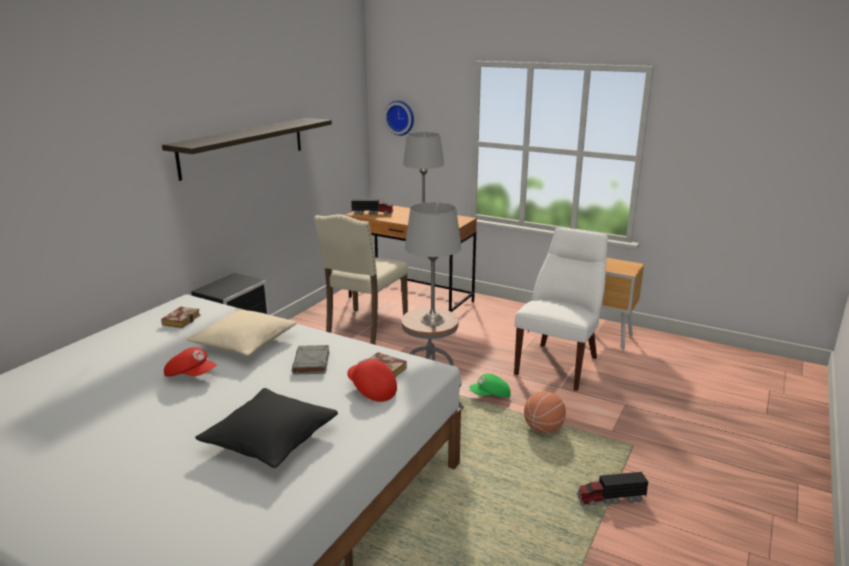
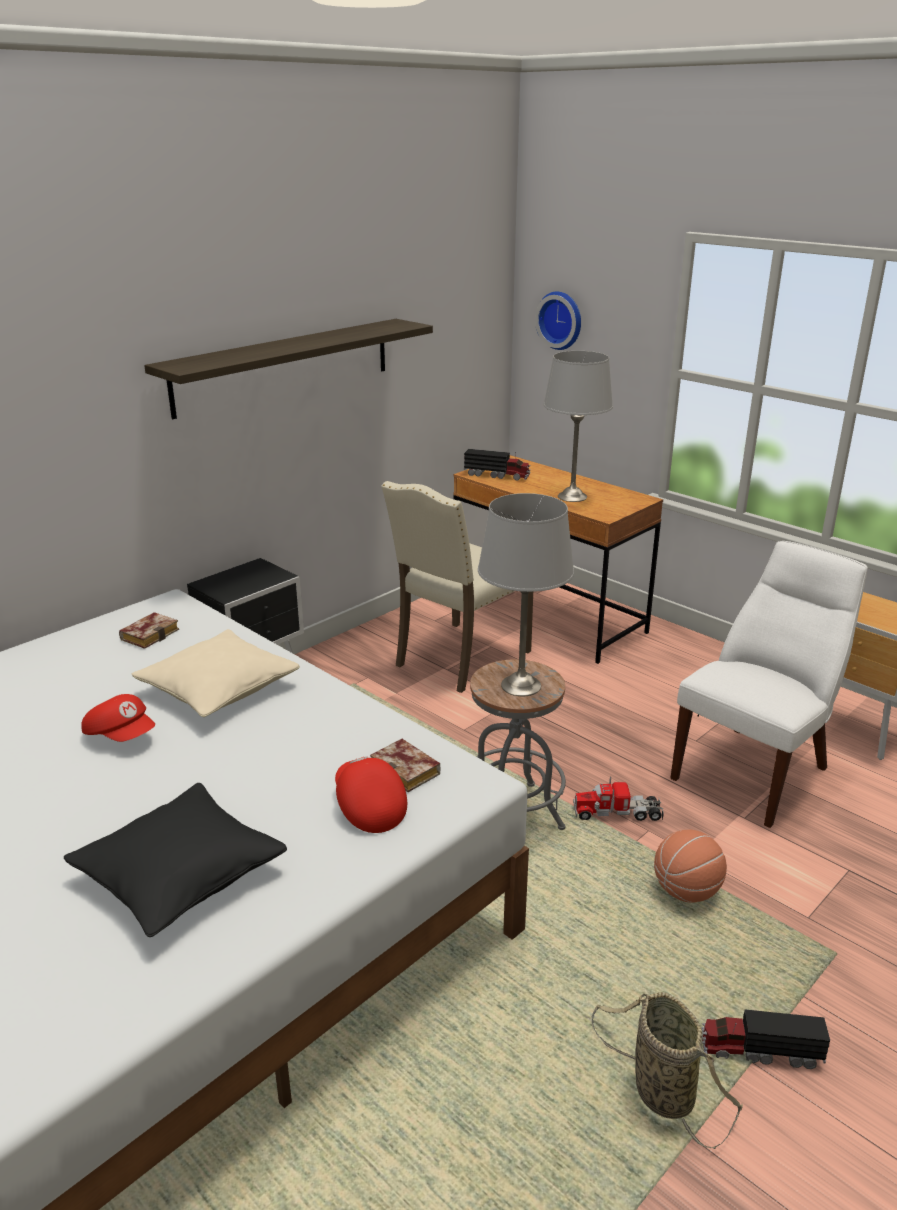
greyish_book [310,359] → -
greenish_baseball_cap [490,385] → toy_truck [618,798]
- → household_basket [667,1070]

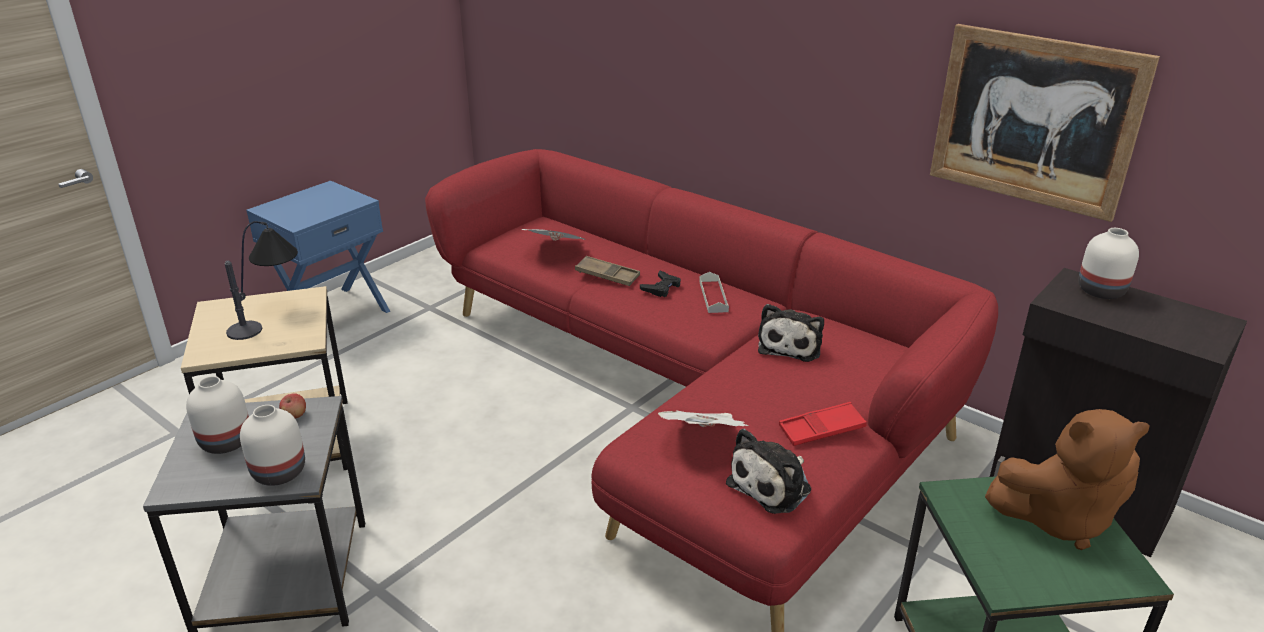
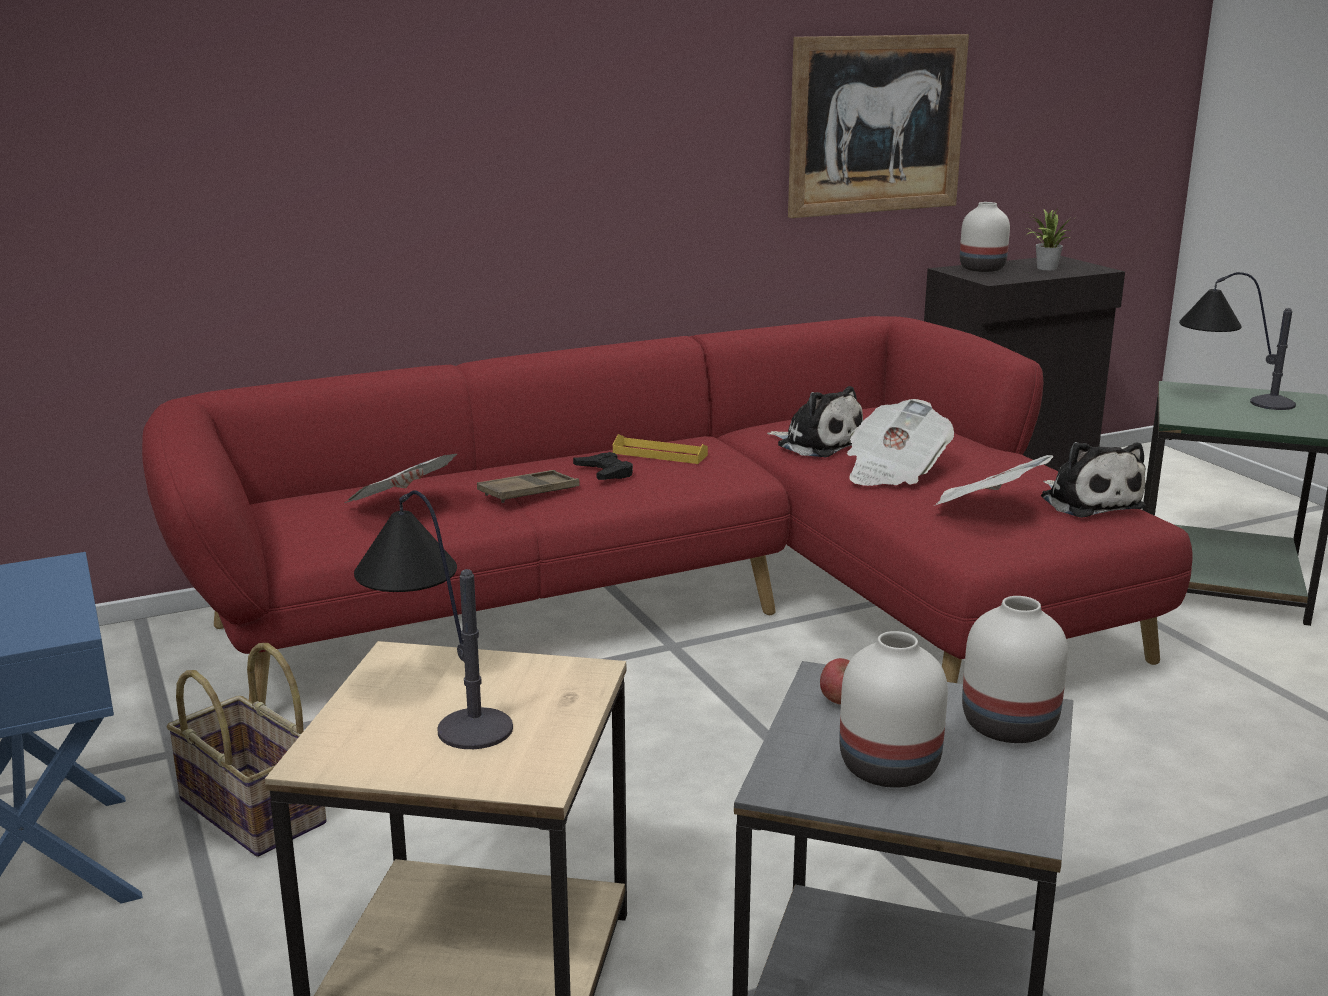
greyish_tray [714,292] → yellow_tray [660,449]
reddish_tray [823,424] → -
brown_cuddly_toy [1067,479] → tabletop_lamp [1237,341]
- → plant_in_a_pot [1048,239]
- → printed_paper [900,442]
- → household_basket [246,750]

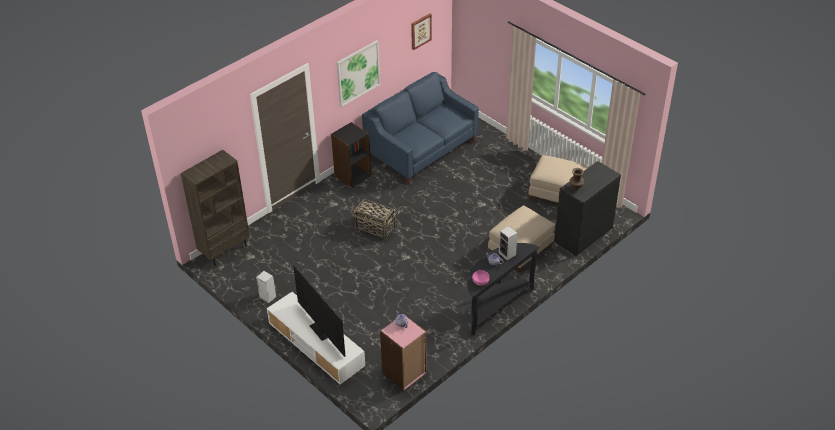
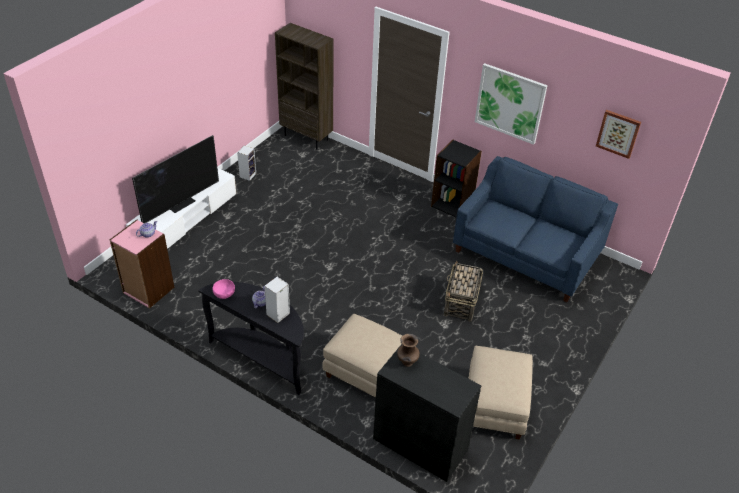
household_basket [374,219] → household_basket [463,291], move

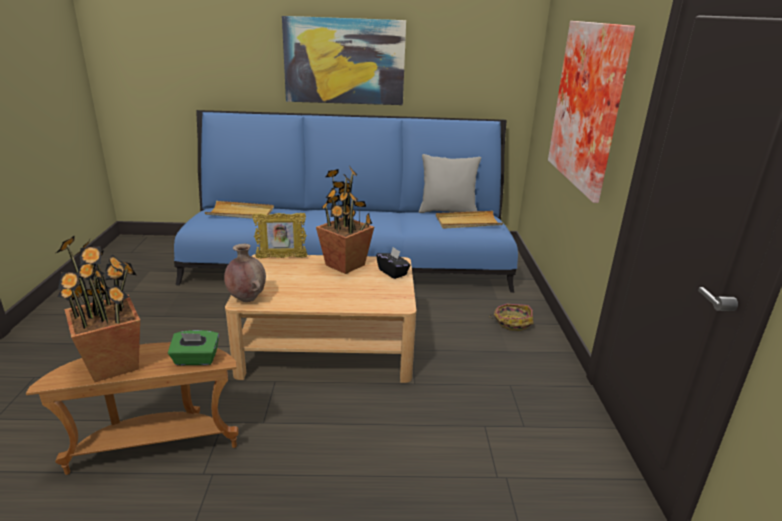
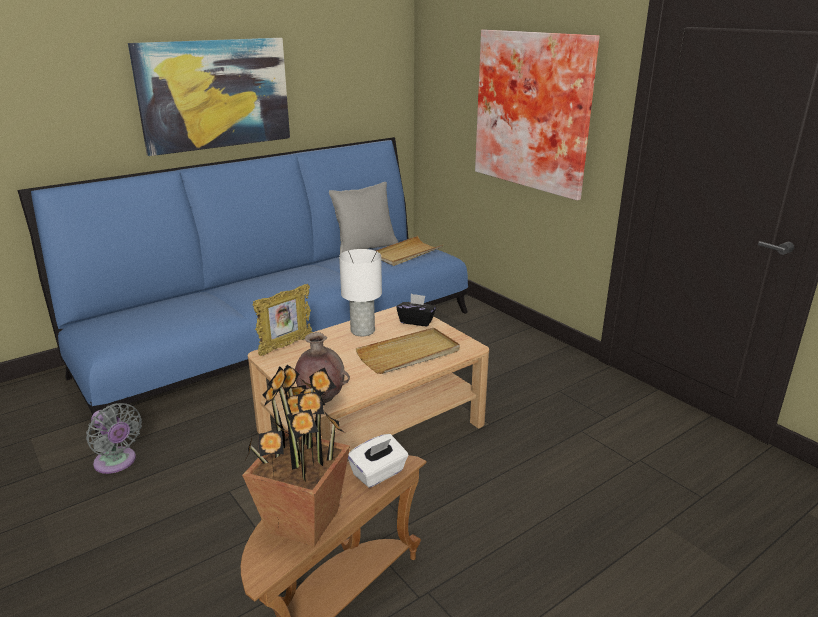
plant_in_a_pot [345,220] → white_tabletop_lamp [360,292]
beige-coloured_tray [239,210] → beige-coloured_tray [408,351], move
household_basket [511,317] → -
greenish_tissue_holder [193,347] → white_tissue_holder [378,461]
- → greyish_cooling_fan [114,438]

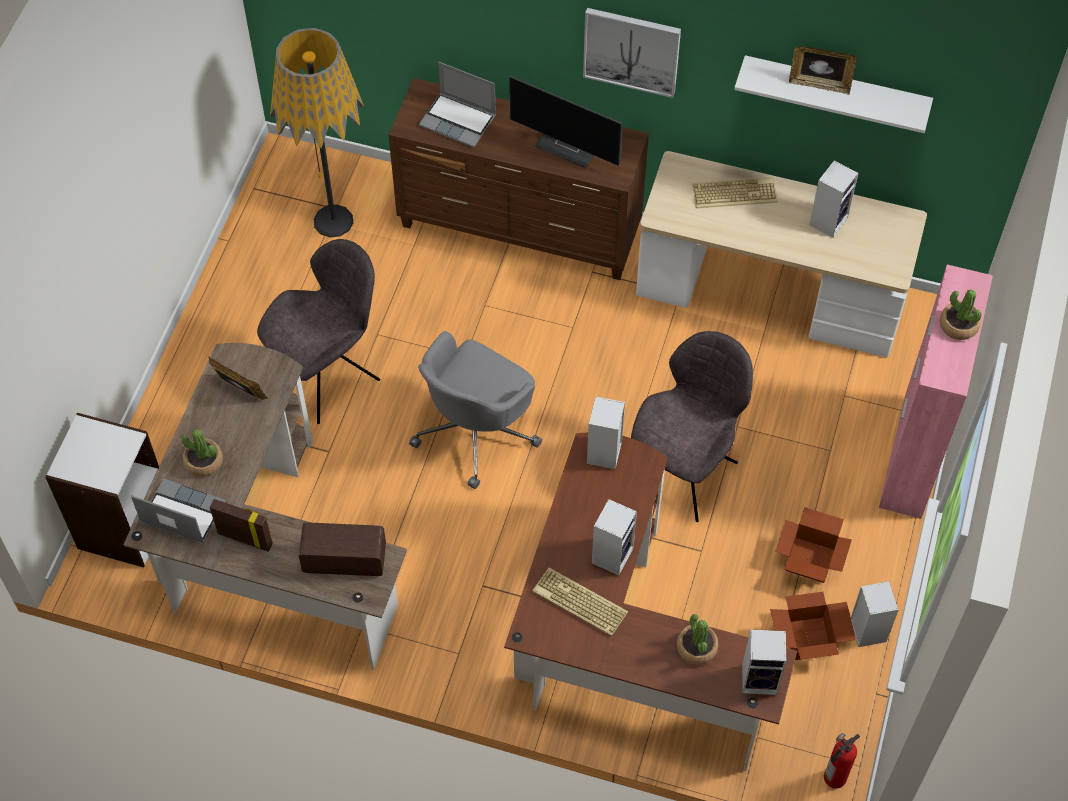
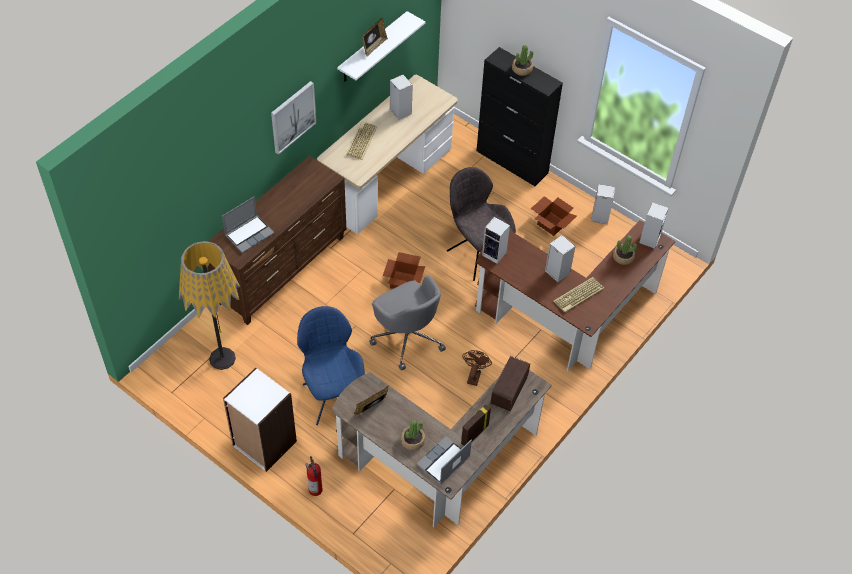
computer_screen [565,122] → -
greyish_plain_chair [318,331] → bluish_plain_chair [331,365]
pink_storage_cabinet [936,392] → black-coloured_storage_cabinet [520,116]
white_bookshelf [102,490] → white_bookshelf [260,420], move
carton [813,626] → carton [404,270], move
fire-fighting_cylinder [842,760] → fire-fighting_cylinder [314,476], move
- → brown_cooling_fan [477,368]

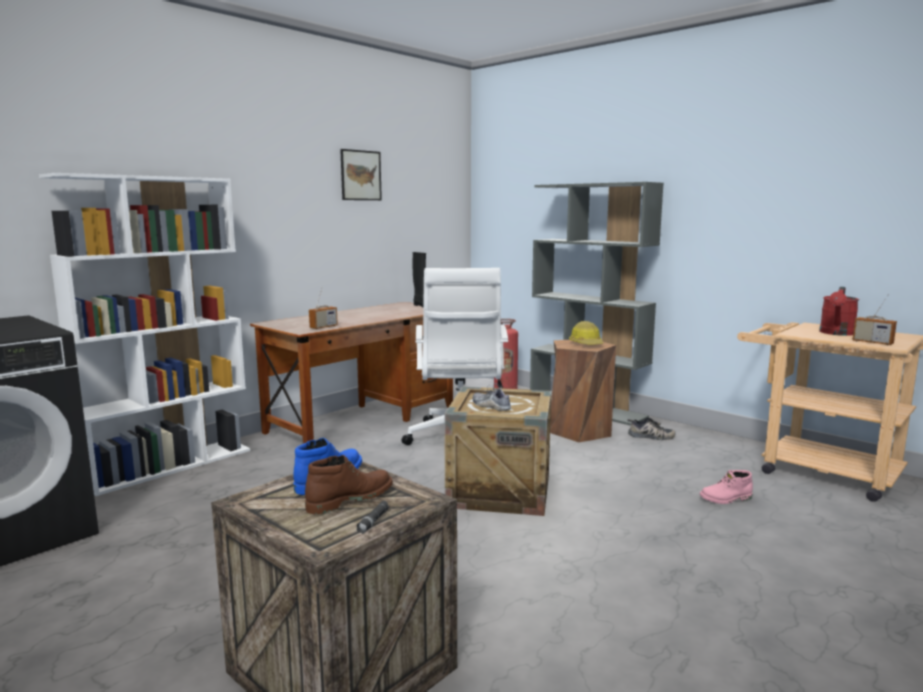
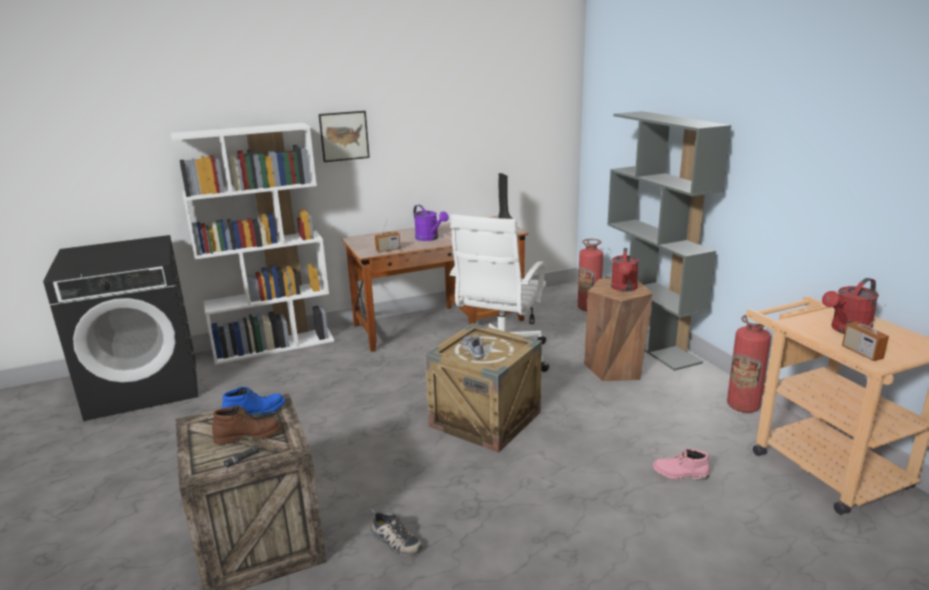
wall_art [361,174] → wall_art [344,136], move
work_helmet [586,332] → reddish_watering_pot [625,270]
shoe [651,429] → shoe [396,532], move
- → purple_watering_pot [431,223]
- → fire-fighting_cylinder [749,364]

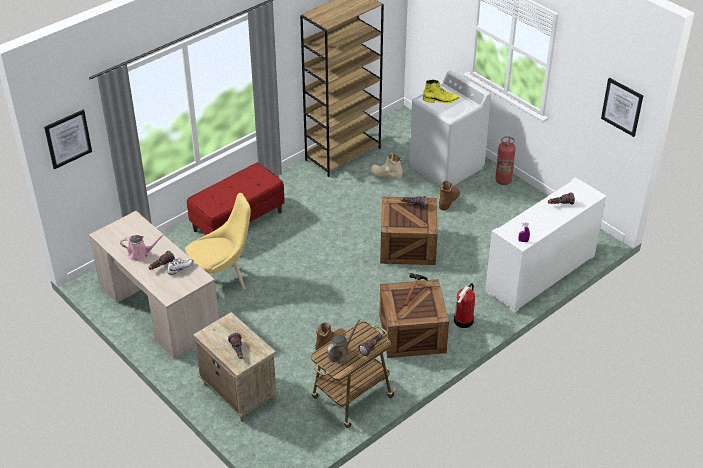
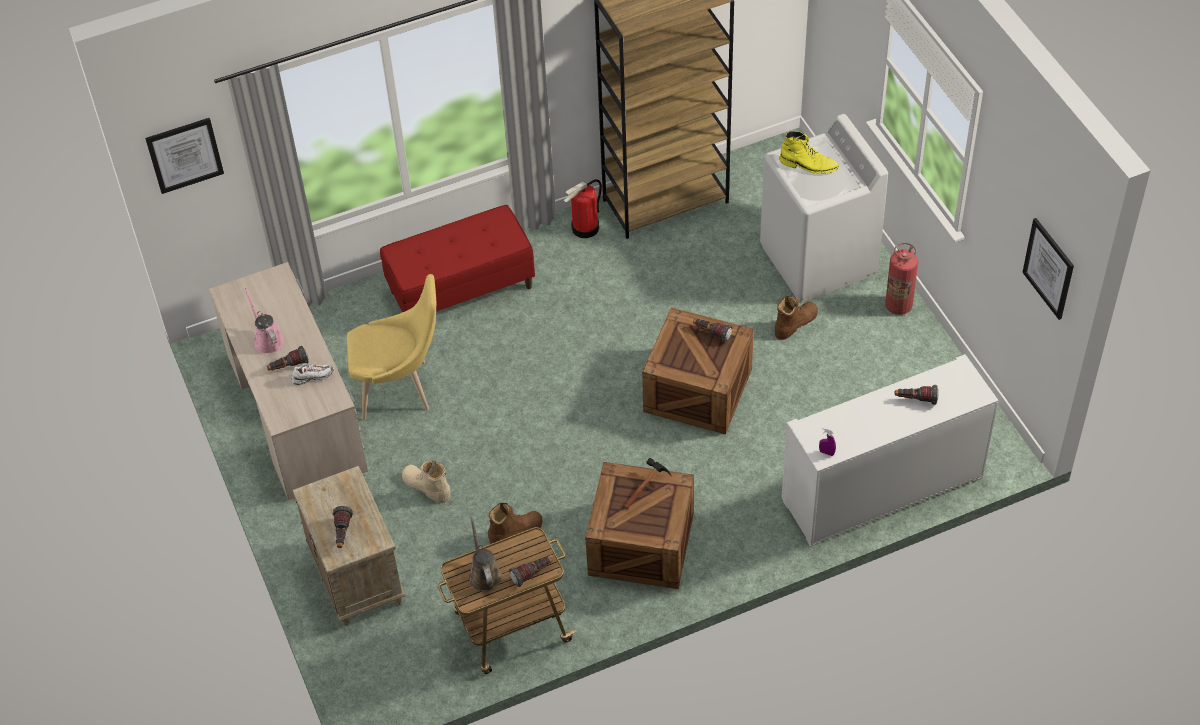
beige-coloured_high-top_boot [386,166] → beige-coloured_high-top_boot [426,481], move
pink_watering_pot [142,248] → pink_watering_pot [264,321], 135 degrees counterclockwise
fire-fighting_cylinder [464,305] → fire-fighting_cylinder [583,208], move
brown_watering_pot [343,341] → brown_watering_pot [485,553], 75 degrees counterclockwise

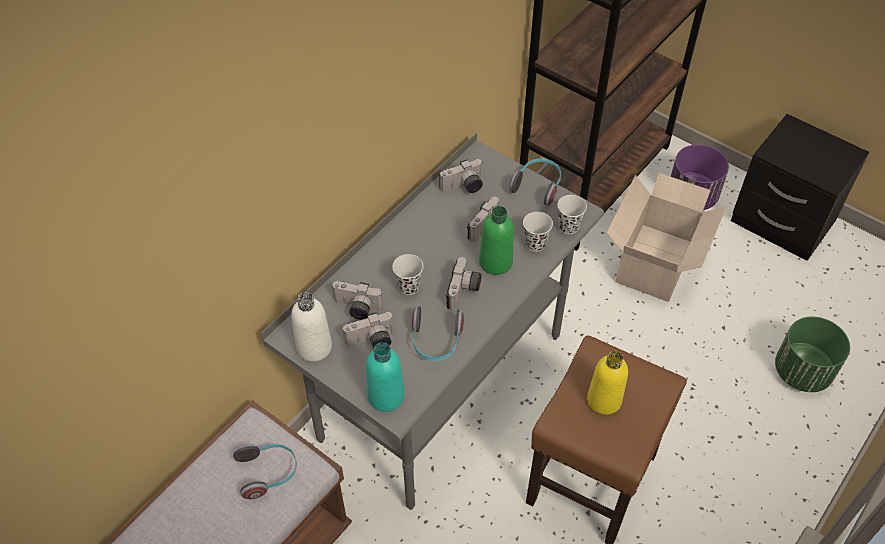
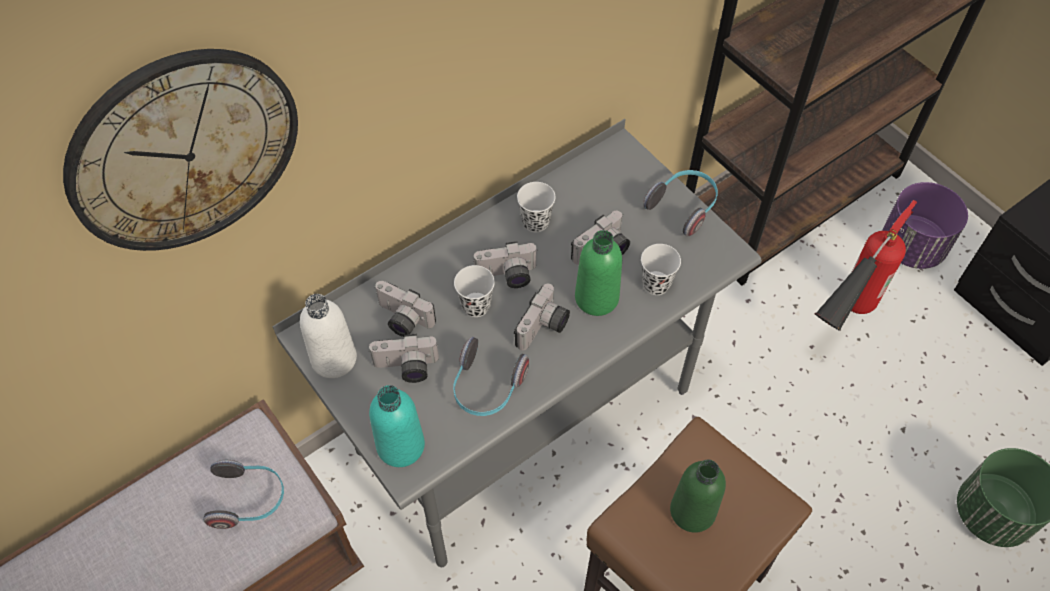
photo_camera [461,176] → photo_camera [505,264], move
carton [666,237] → fire-fighting_cylinder [865,265]
white_cup [572,214] → white_cup [536,207], move
yellow_bottle [607,383] → greenish_bottle [698,496]
- → hanging_clock [180,150]

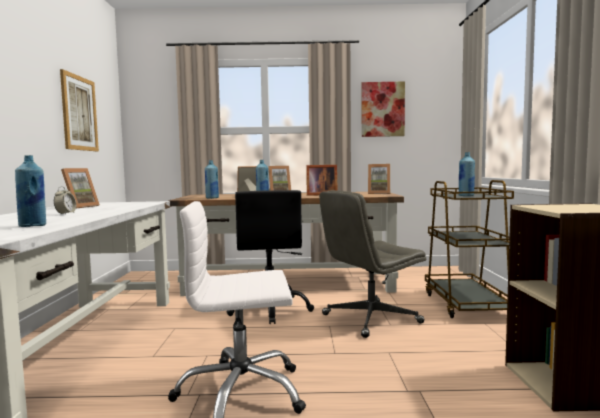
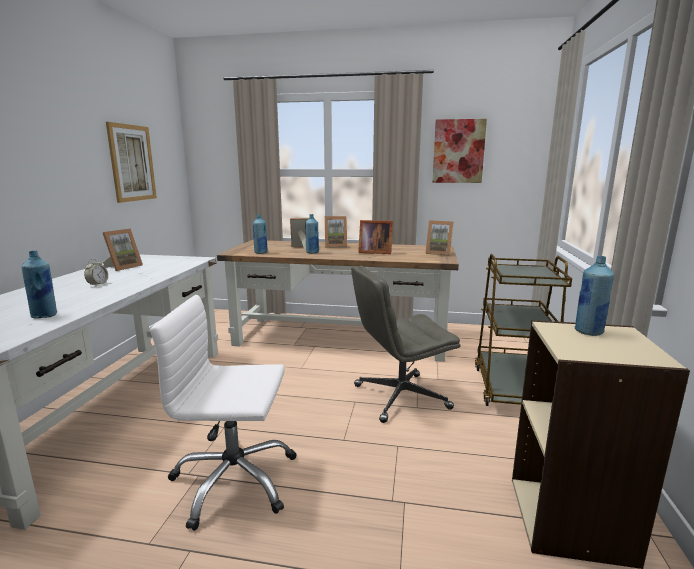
bluish_bottle [466,174] → bluish_bottle [594,296], move
black-coloured_desk_chair [270,257] → -

